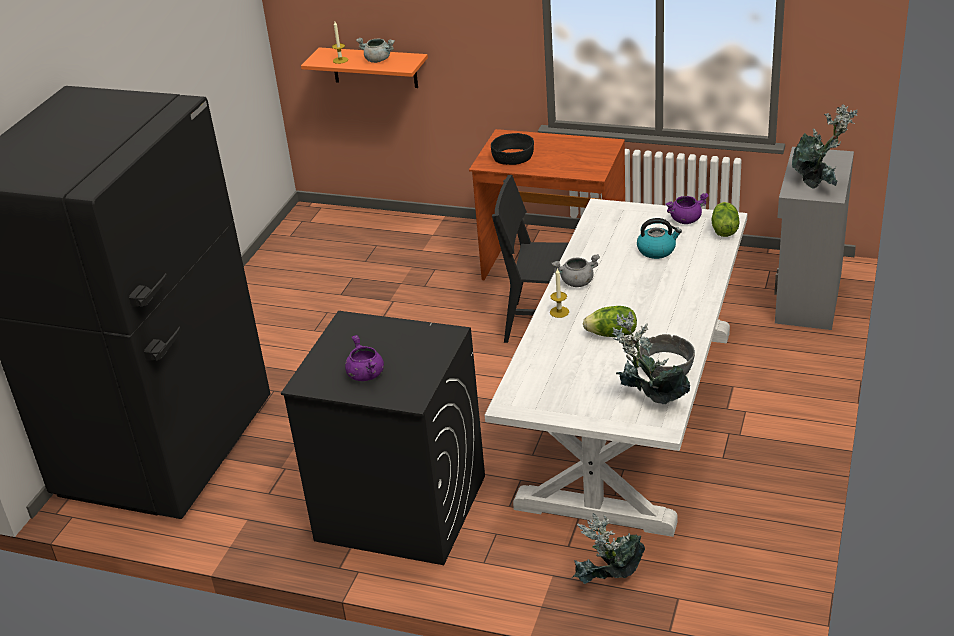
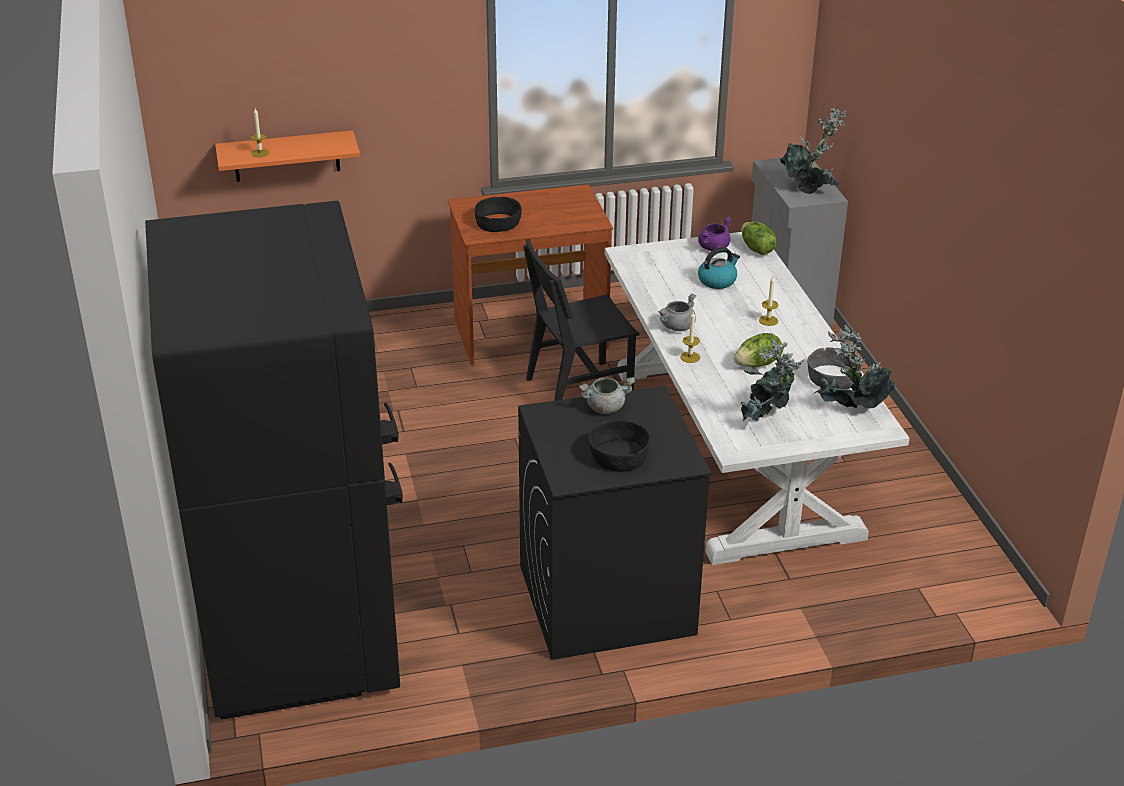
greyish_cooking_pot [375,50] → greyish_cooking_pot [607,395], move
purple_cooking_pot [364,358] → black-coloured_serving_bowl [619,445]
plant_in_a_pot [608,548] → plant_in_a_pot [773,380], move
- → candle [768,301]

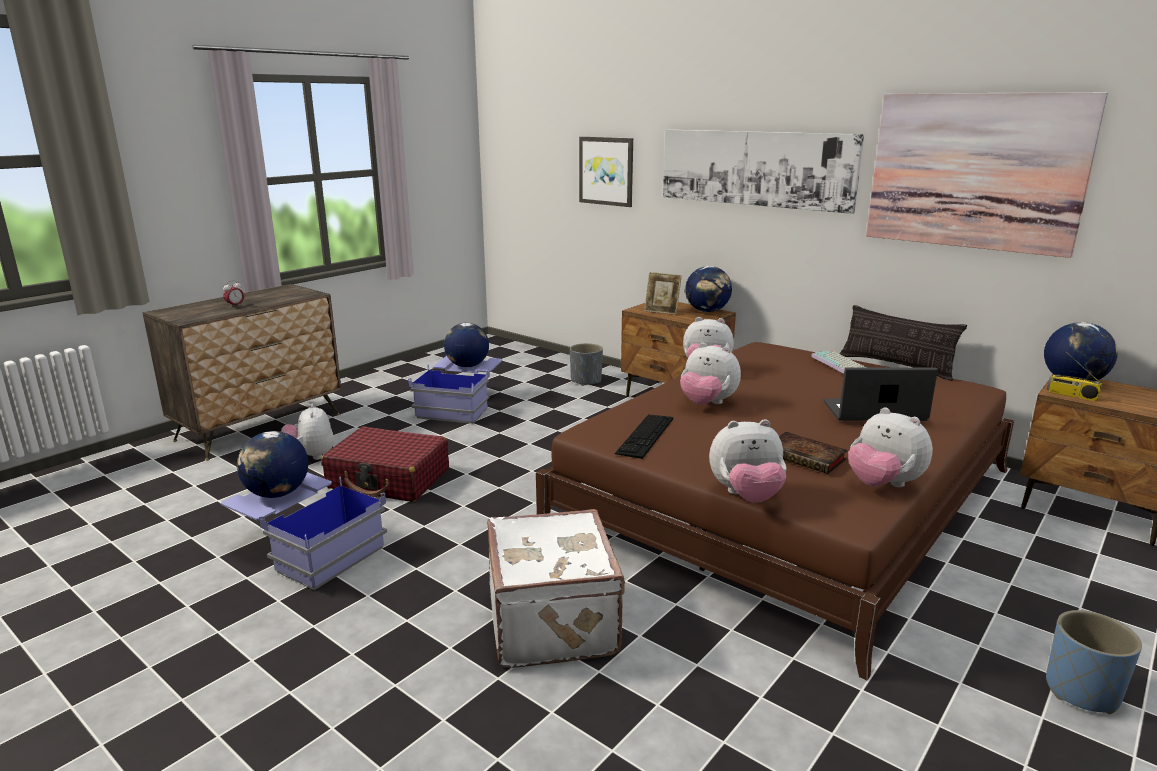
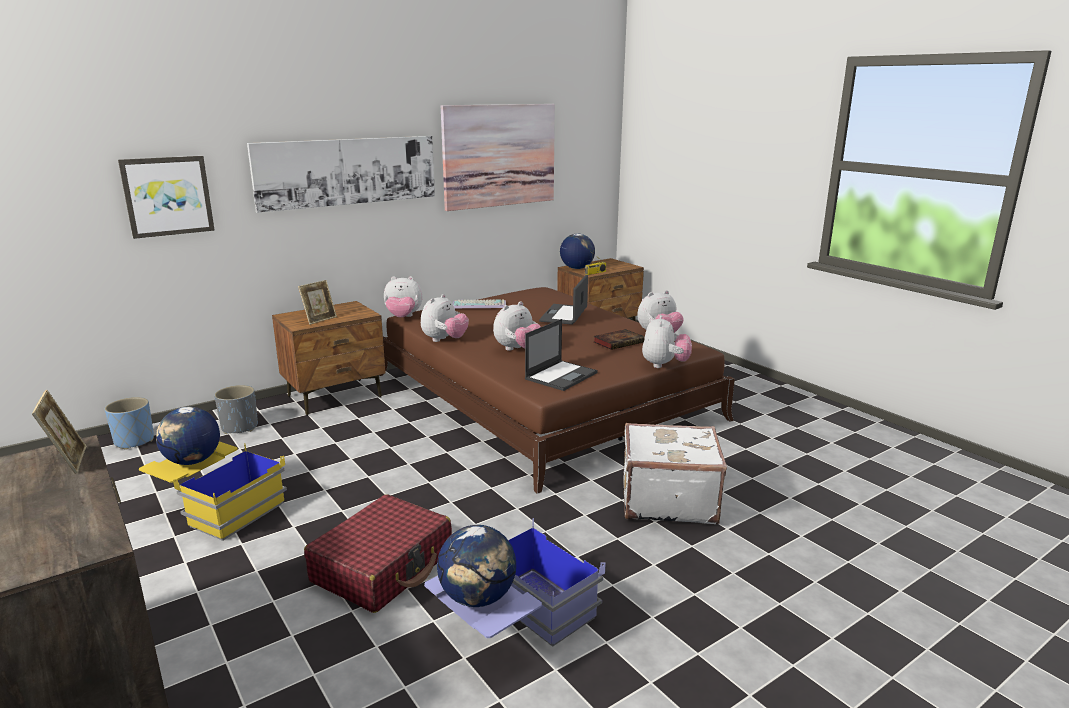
globe [708,289] → -
bedside_clock [233,294] → -
pillow [903,343] → -
bluish_storage_container [455,390] → yellow_storage_container [213,491]
cuddly_toy [307,432] → cuddly_toy [403,297], move
keyboard [644,436] → portable_computer [561,355]
bluish_plant_pot [1094,662] → bluish_plant_pot [129,423], move
- → picture_frame [59,432]

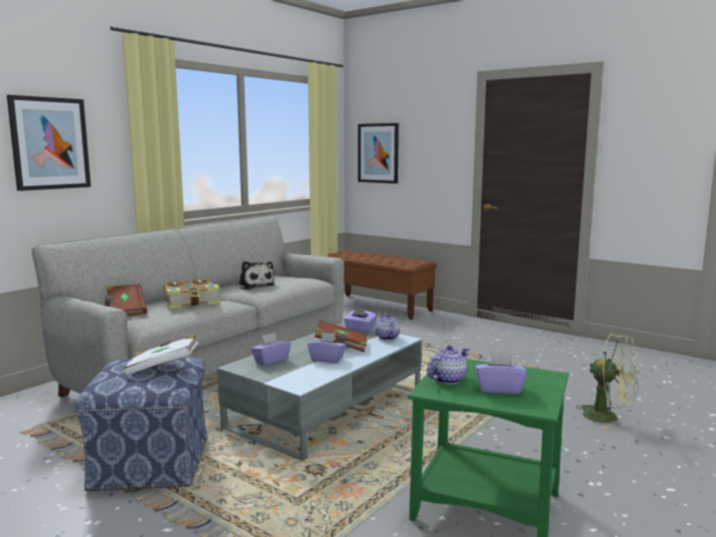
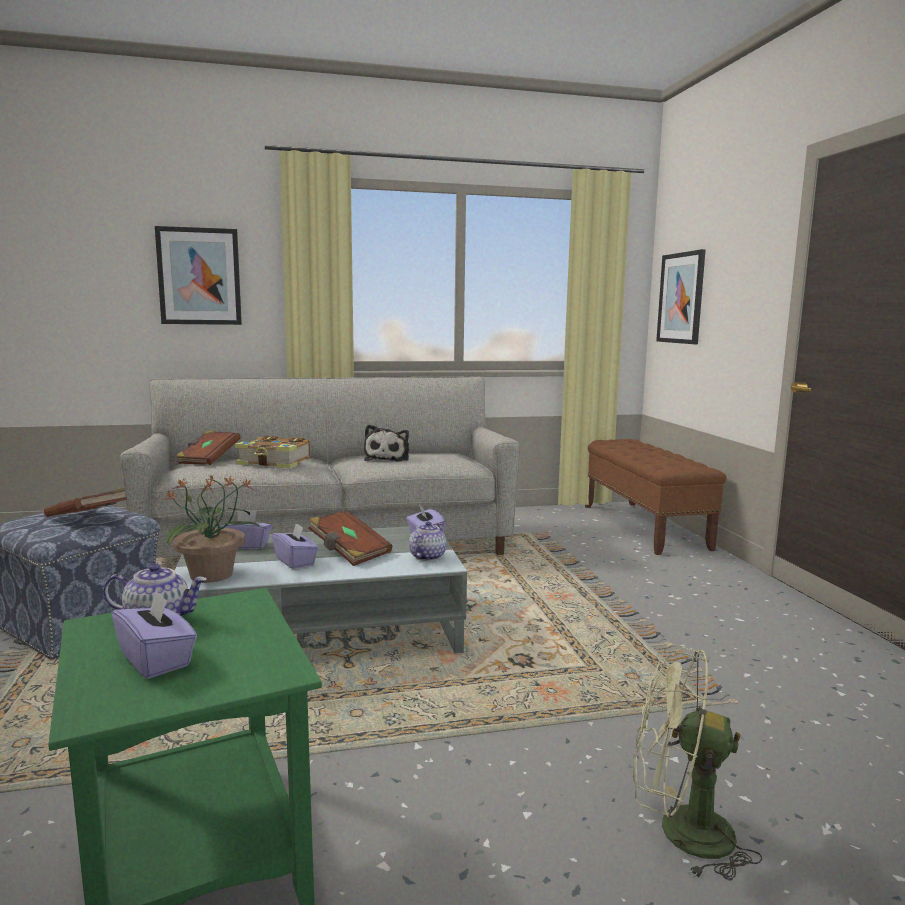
white_book [161,354] → brown_book [85,502]
greenish_cooling_fan [607,382] → greenish_cooling_fan [697,762], 120 degrees clockwise
- → plant_in_a_pot [210,529]

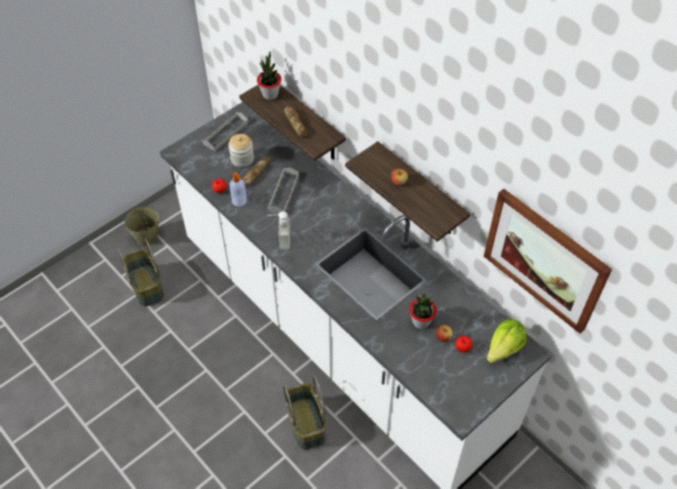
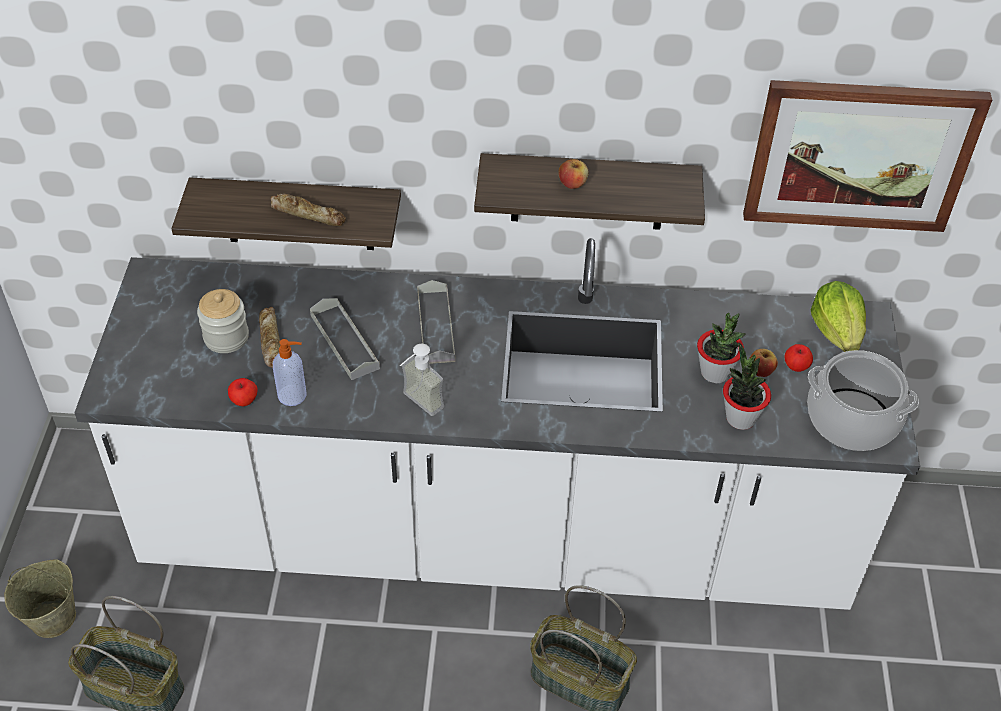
plant_in_a_pot [269,75] → plant_in_a_pot [747,387], move
greyish_tray [225,131] → greyish_tray [436,322], move
- → cooking_pot [863,400]

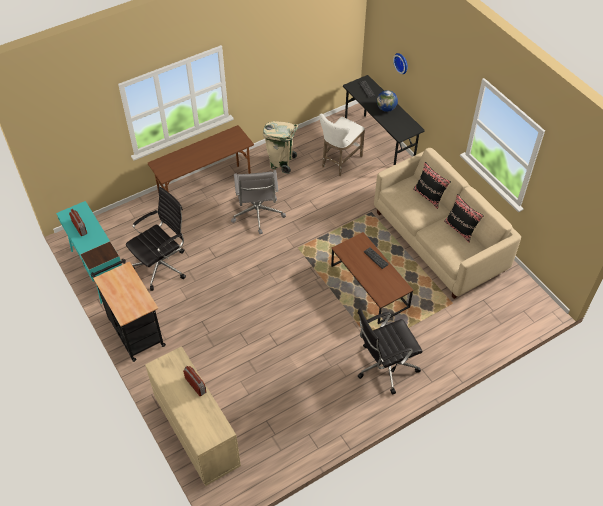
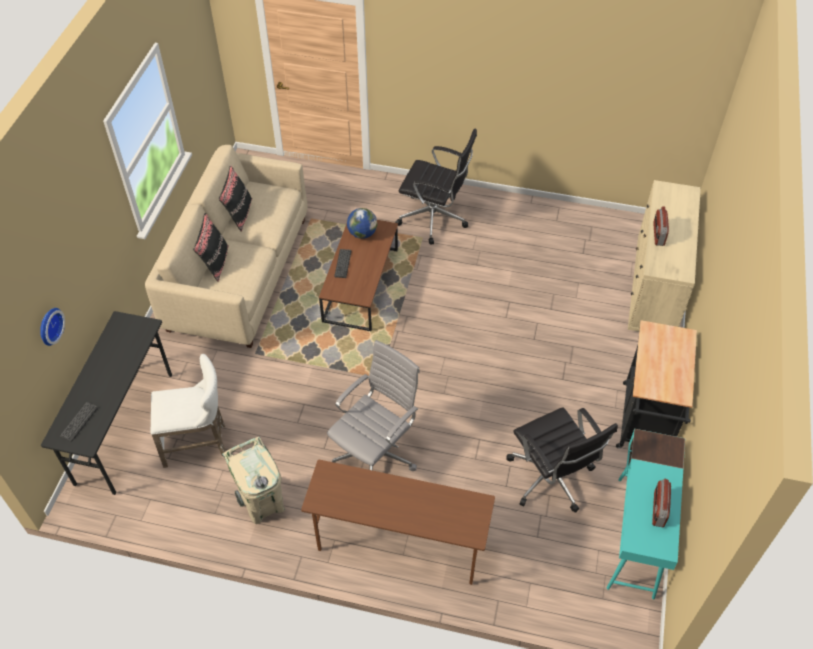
globe [387,101] → globe [362,223], move
black-coloured_desk_chair [156,239] → black-coloured_desk_chair [562,460], 120 degrees counterclockwise

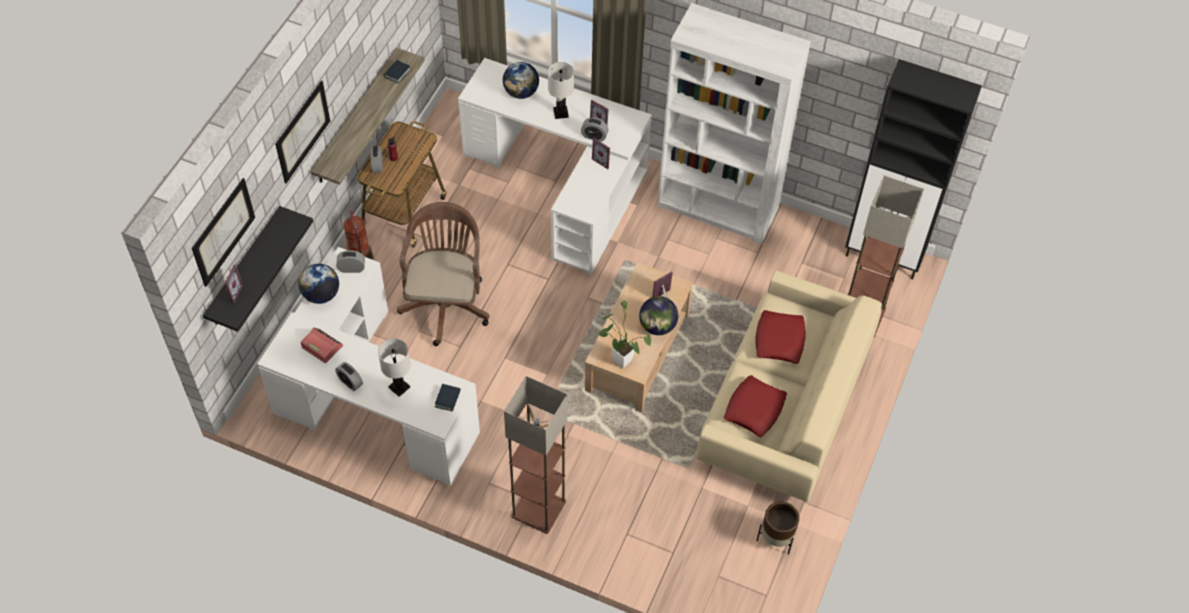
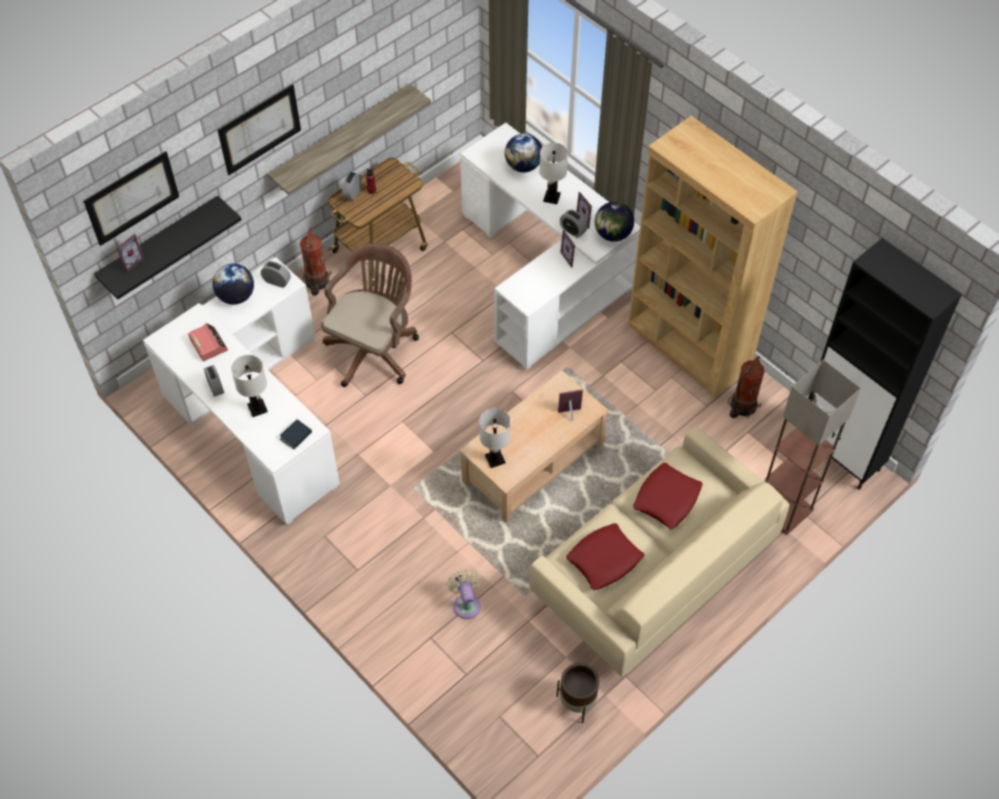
white_bookshelf [734,124] → brown_bookshelf [713,257]
book [397,72] → -
globe [658,315] → globe [614,222], move
plant_in_a_pot [624,334] → white_tabletop_lamp [495,438]
standard_lamp [535,455] → -
- → fire-fighting_cylinder [746,387]
- → beige-coloured_cooling_fan [464,594]

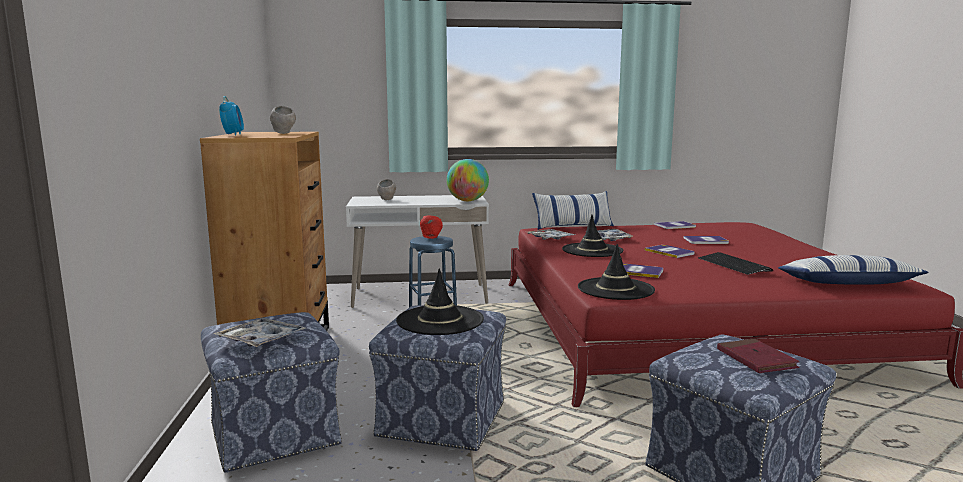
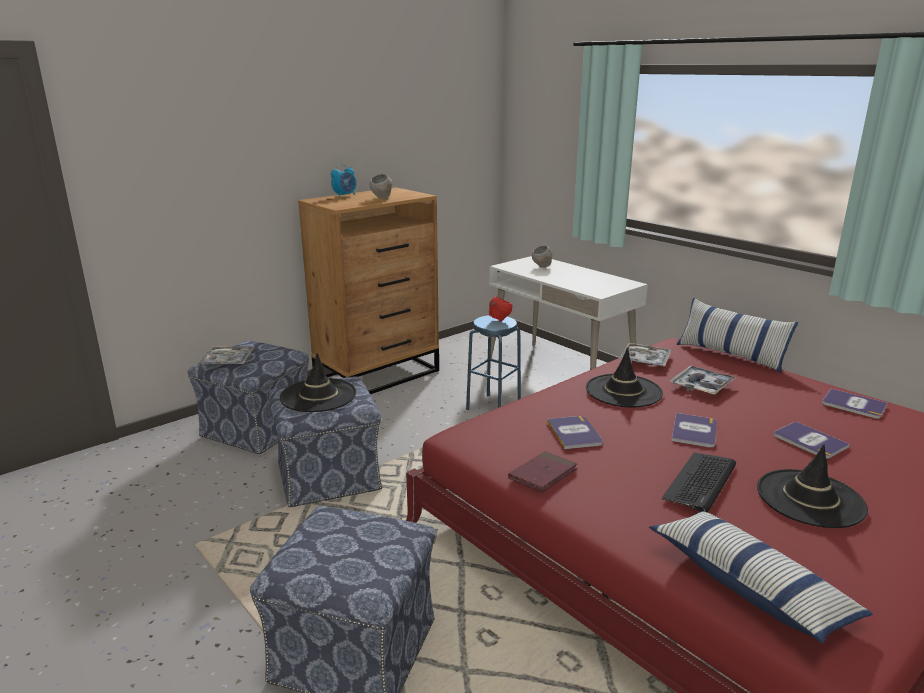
globe [468,180] → -
black-coloured_clothing_hat [616,272] → black-coloured_clothing_hat [812,486], move
reddish_book [758,356] → reddish_book [543,472], move

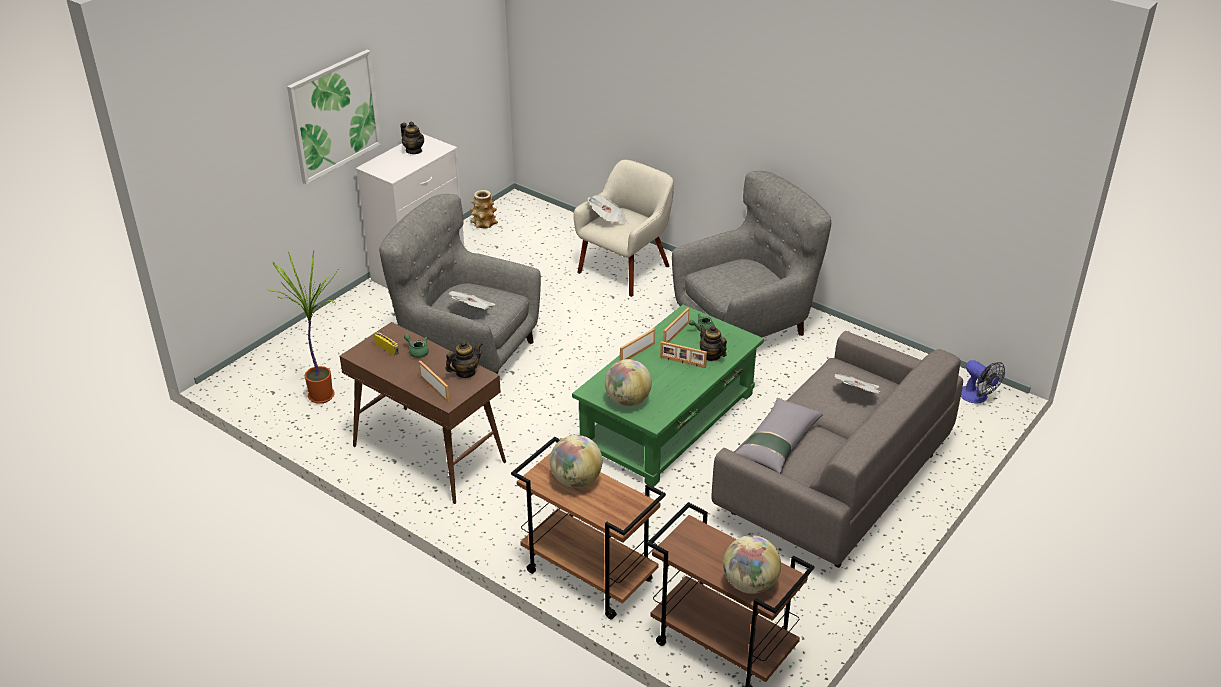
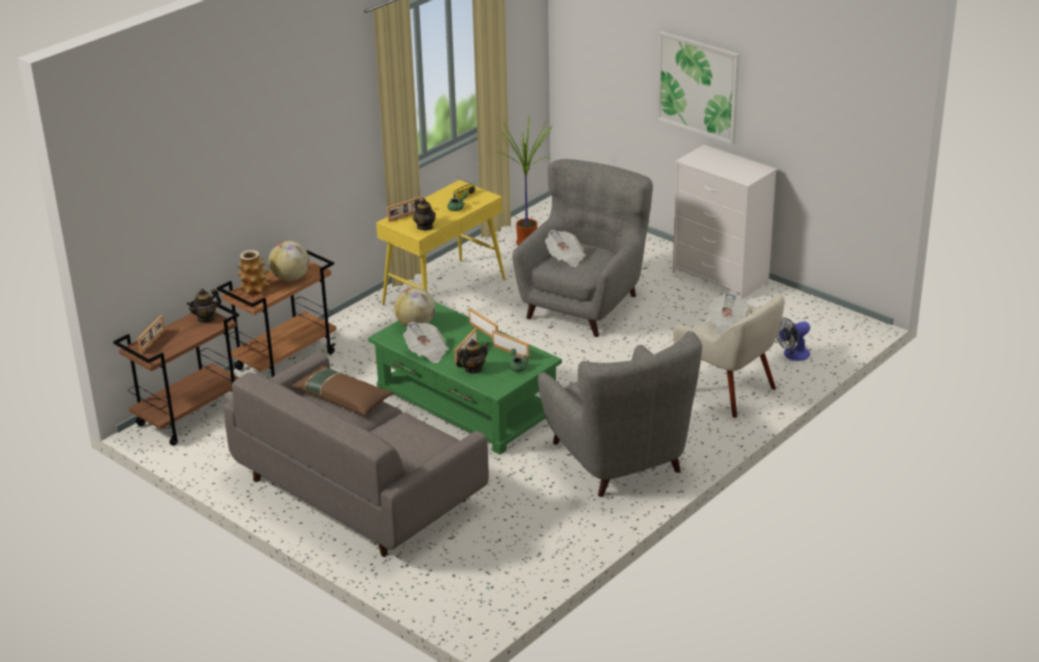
tea_pot [412,138] → tea_pot [204,306], move
decorative_vase [484,209] → decorative_vase [253,272], move
brown_narrow_table [423,413] → yellow_narrow_table [440,242]
cooling_fan [983,382] → cooling_fan [793,339], move
printed_paper [857,384] → printed_paper [426,342], move
greyish_pillow [779,436] → brown_pillow [343,390]
globe [752,564] → picture_frame [151,334]

